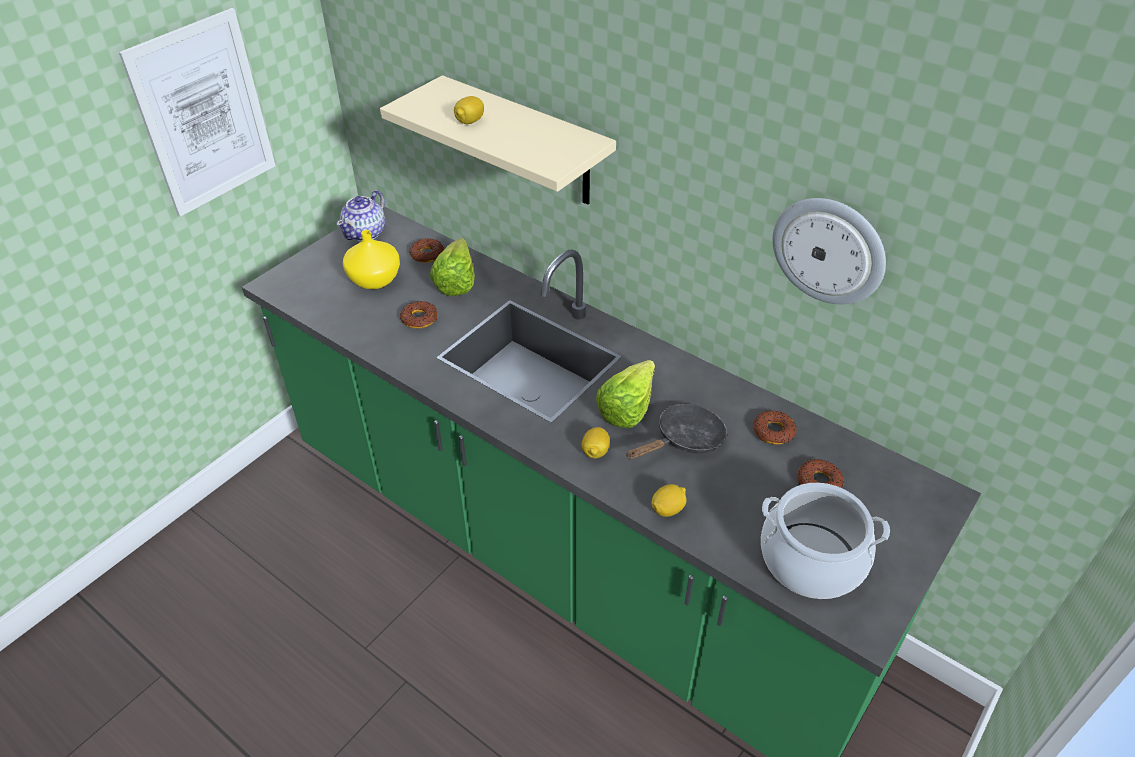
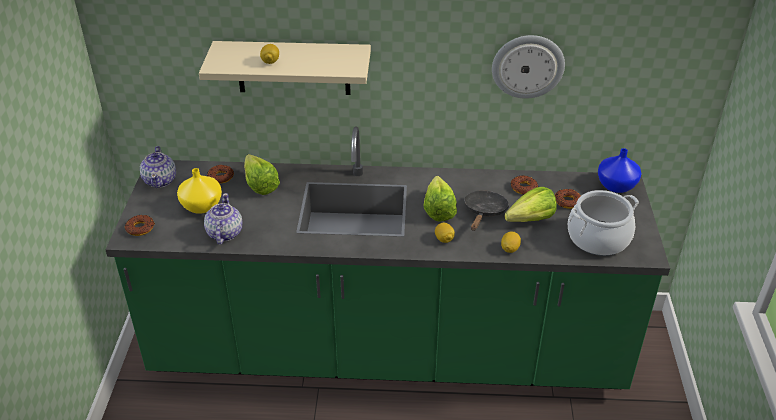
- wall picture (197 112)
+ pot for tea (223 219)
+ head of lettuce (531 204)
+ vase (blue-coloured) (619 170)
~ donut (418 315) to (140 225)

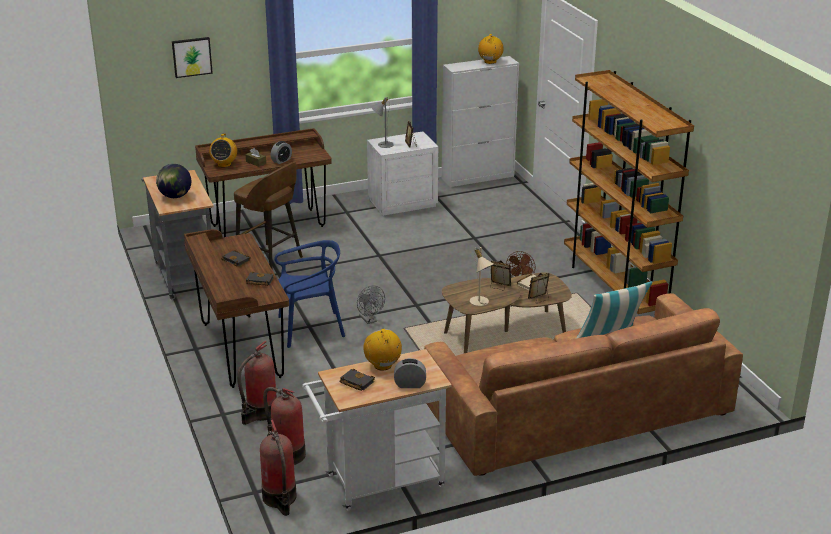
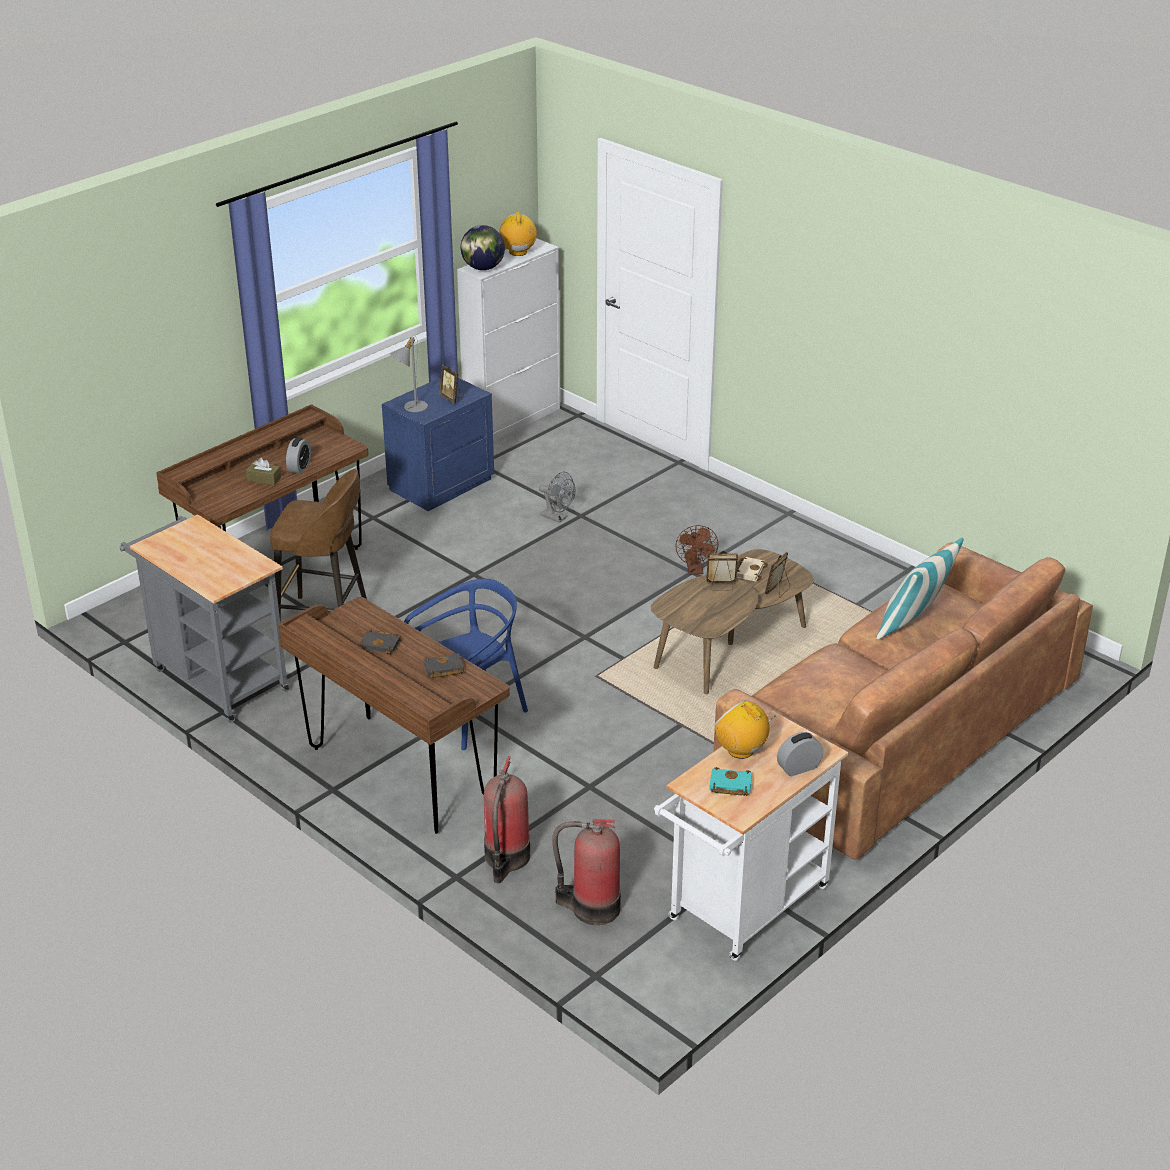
- wall picture (192 57)
- radio (223 150)
- fire extinguisher (278 468)
- lamp for a table (sand-coloured) (482 276)
- bookshelf (brown-coloured) (629 192)
~ world globe (173 181) to (483 247)
~ fan (gray) (371 305) to (557 497)
~ bound book (blackish) (357 380) to bound book (turquoise-coloured) (730 781)
~ night table (white-coloured) (402 173) to night table (blue-coloured) (438 444)

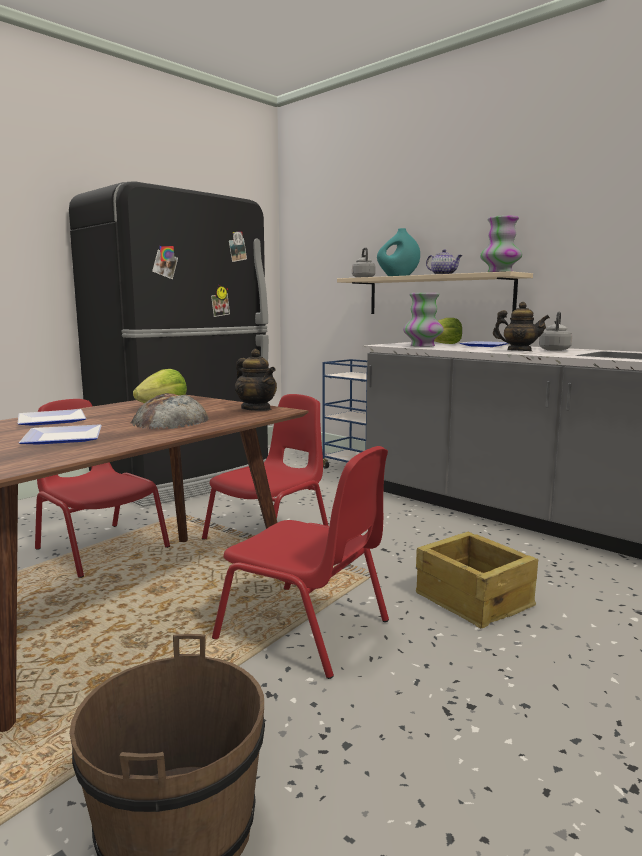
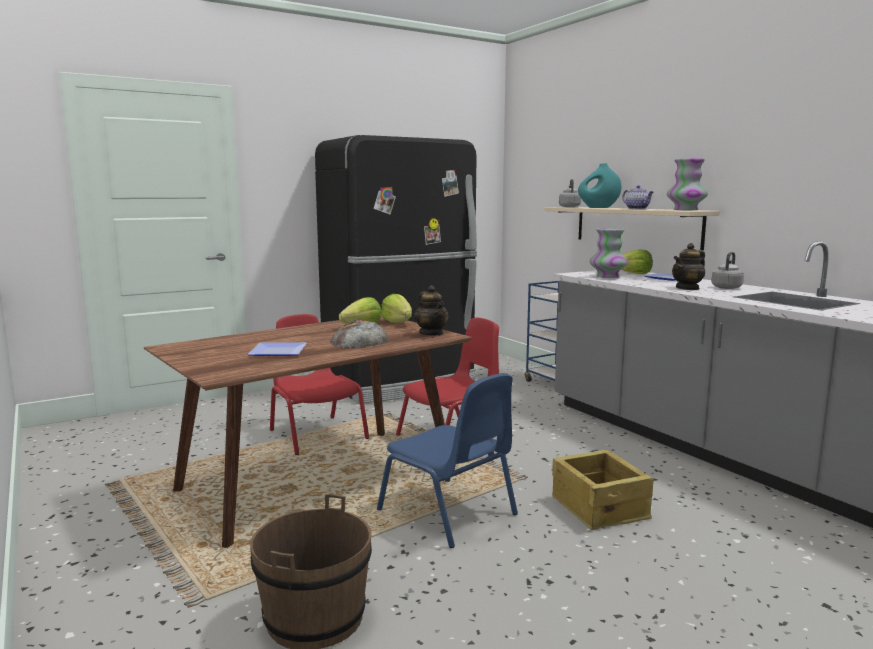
- flat dish (52 417)
+ head of lettuce (396 308)
~ upright chair (red-coloured) (300 562) to upright chair (blue-coloured) (447 460)
~ pot for tea (521 326) = (688 266) 105 degrees clockwise

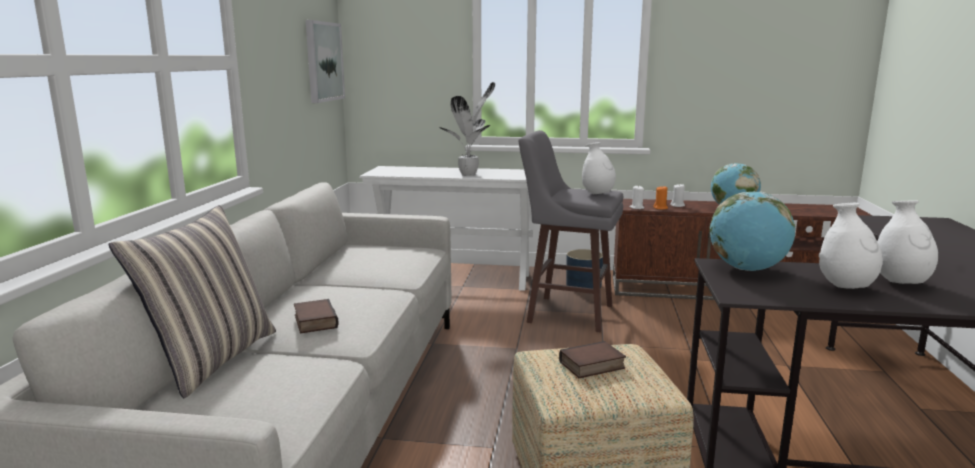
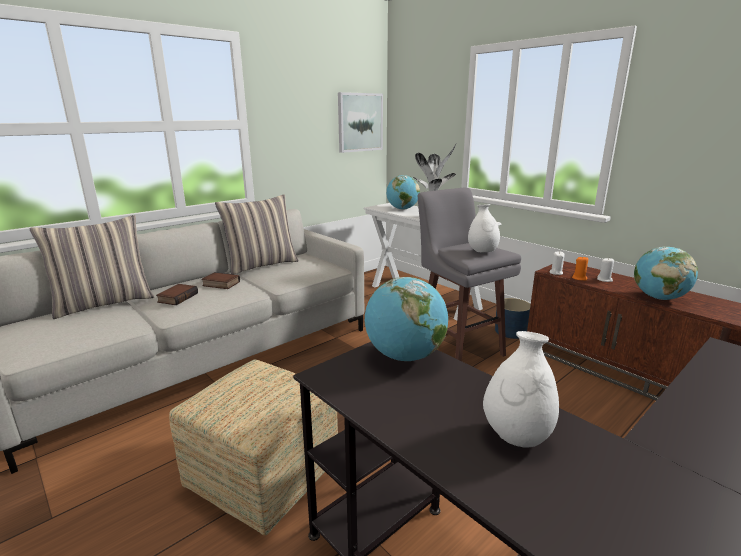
- vase (white-coloured) (851 246)
+ cushion (257 234)
+ world globe (403 192)
~ bound book (592 359) to (220 280)

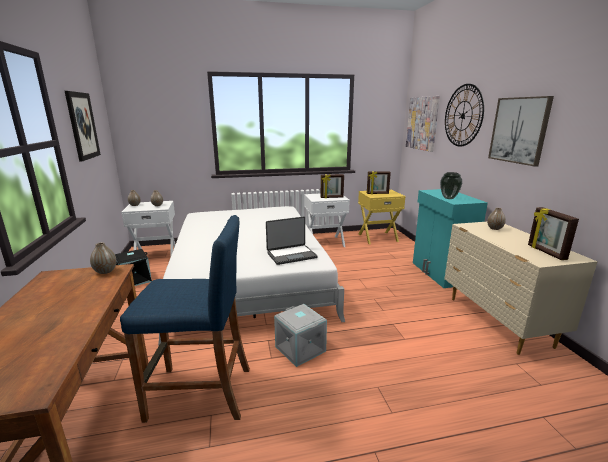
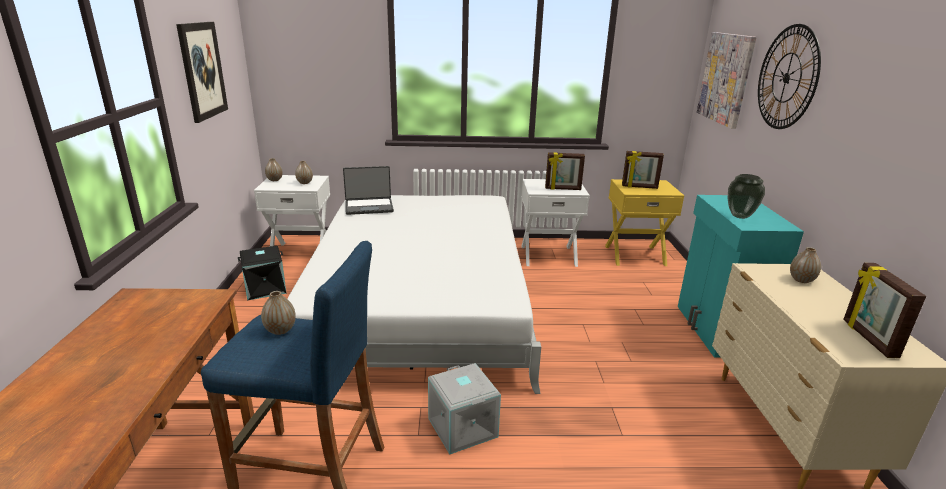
- wall picture (521 131)
~ vase (103 258) to (278 313)
~ portable computer (292 241) to (368 190)

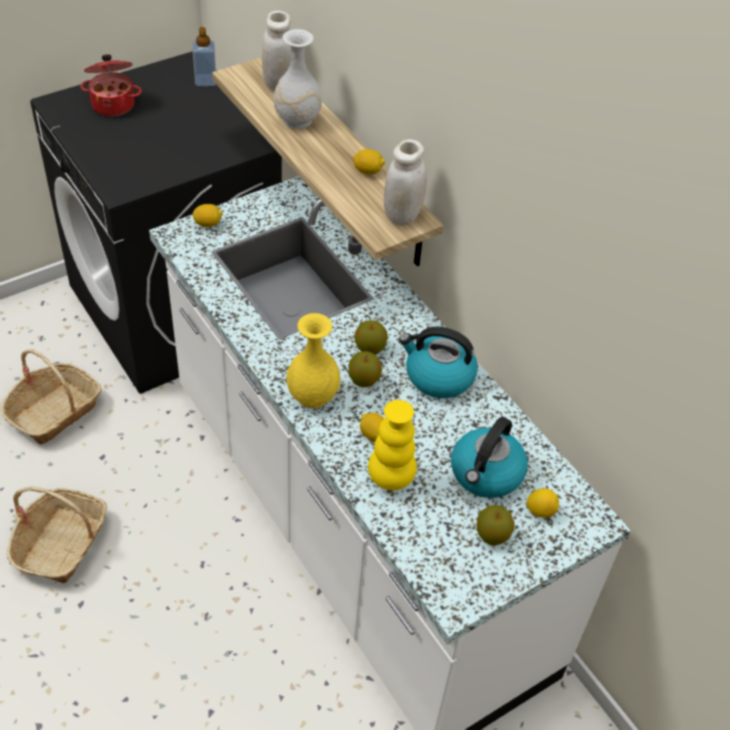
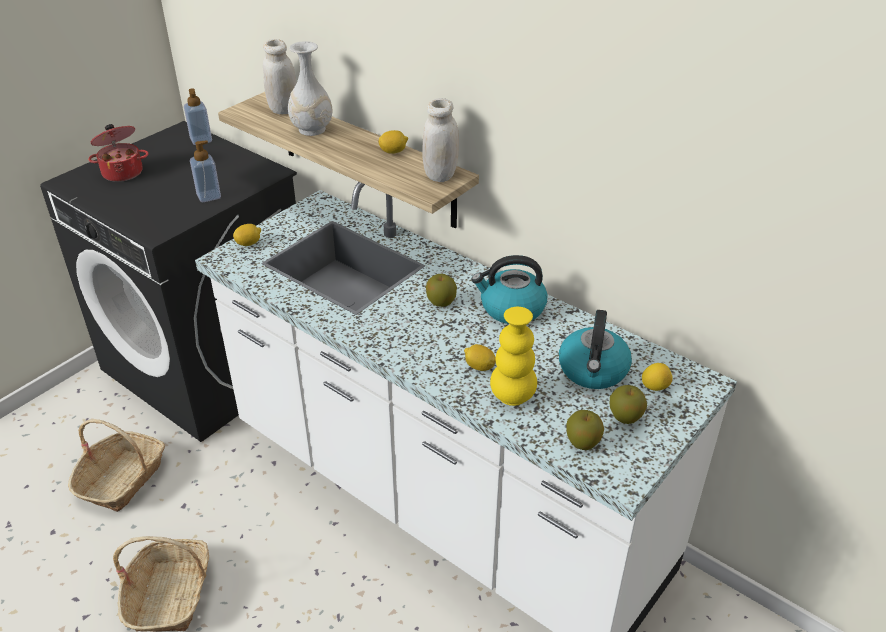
- vase (yellow-coloured) (313 360)
+ soap dispenser (205 171)
~ apple fruit (365 369) to (585 430)

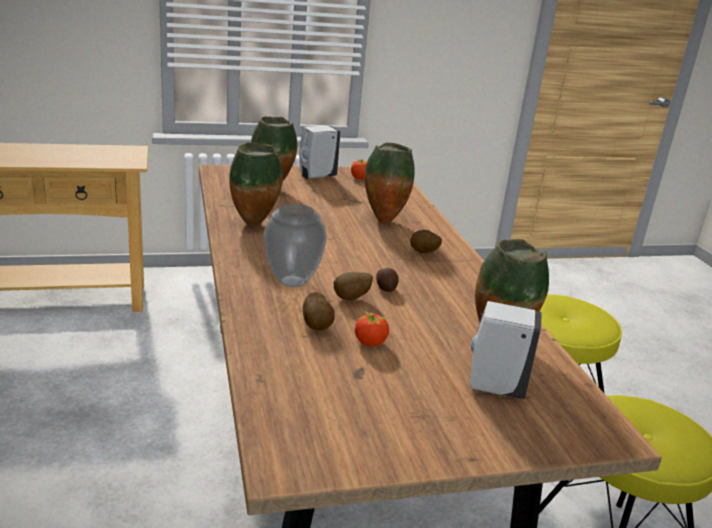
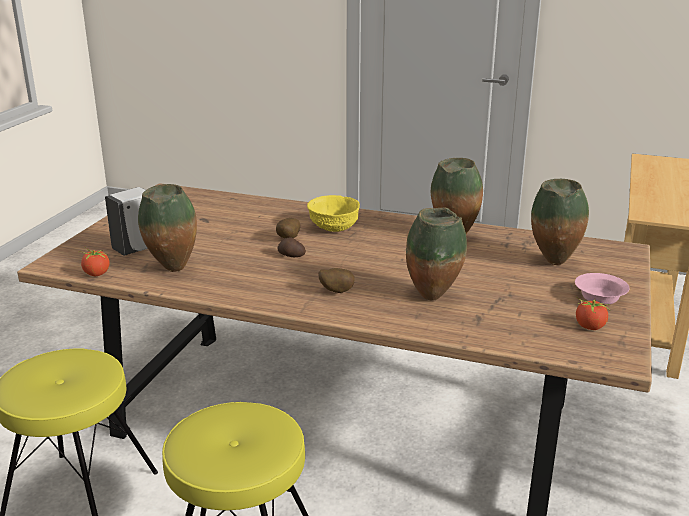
- potato (318 311)
~ fresh tomato (372 328) to (94 261)
~ vase (295 245) to bowl (yellow-coloured) (333 213)
~ soap dispenser (white-coloured) (320 152) to bowl (pinkish) (602 289)

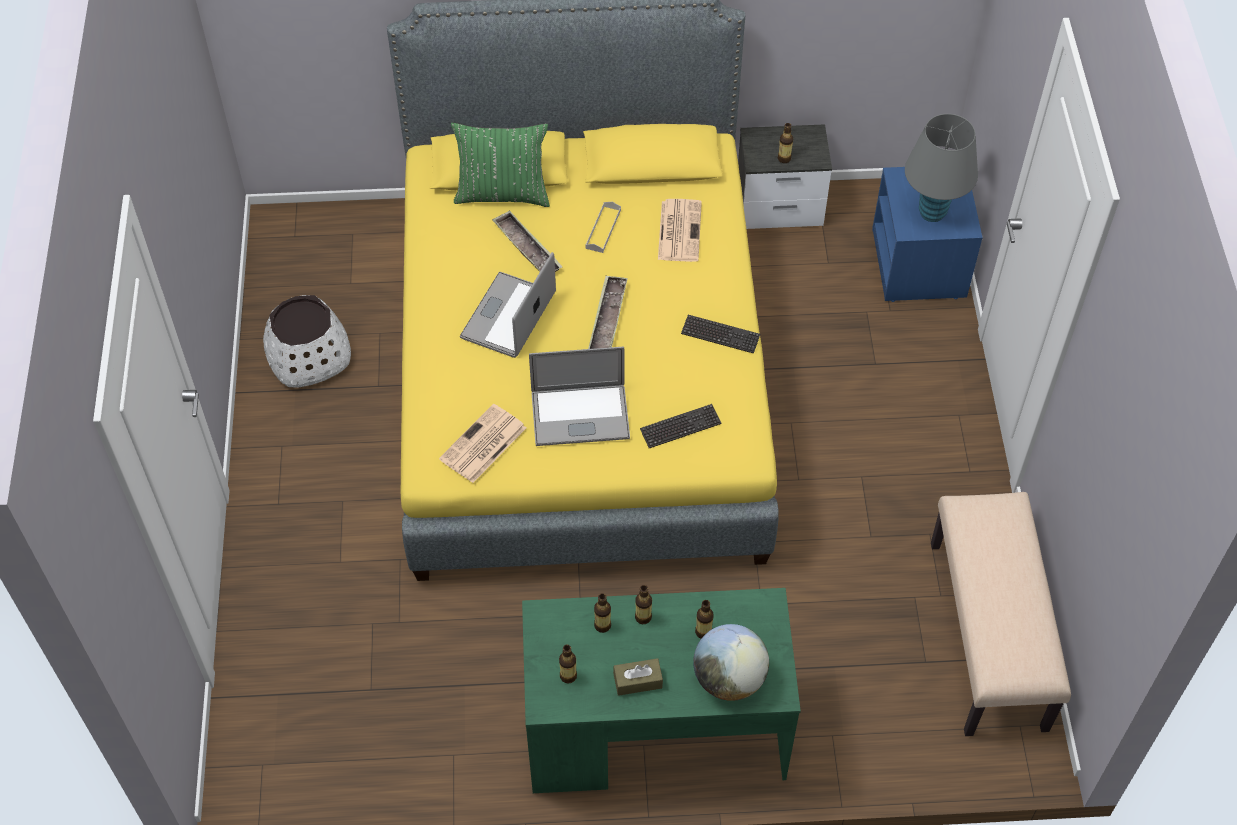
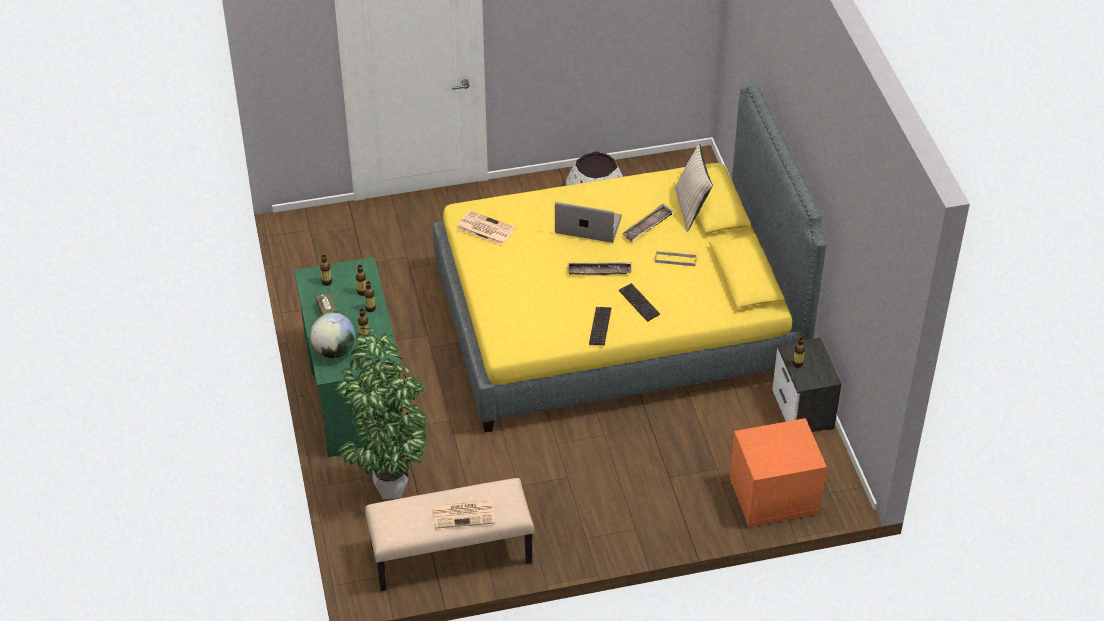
- portable computer (579 396)
- lamp for a table (gray) (941 168)
+ plant in a pot (381 413)
~ PC keyboard (680 426) to (639 302)
~ daily paper (680 230) to (464 514)
~ cushion (green-coloured) (500 164) to cushion (sand-coloured) (694 188)
~ night table (blue-coloured) (927 234) to night table (orangey) (778 472)

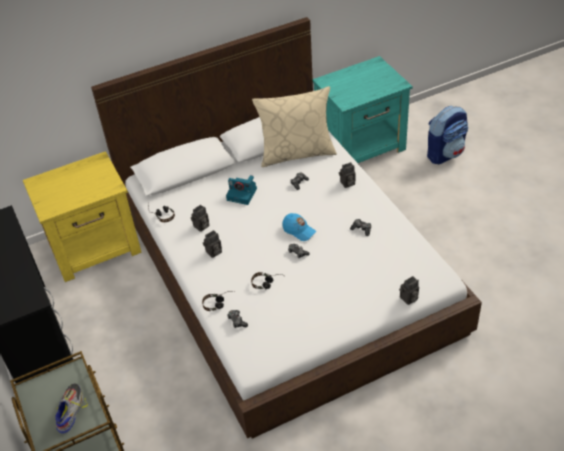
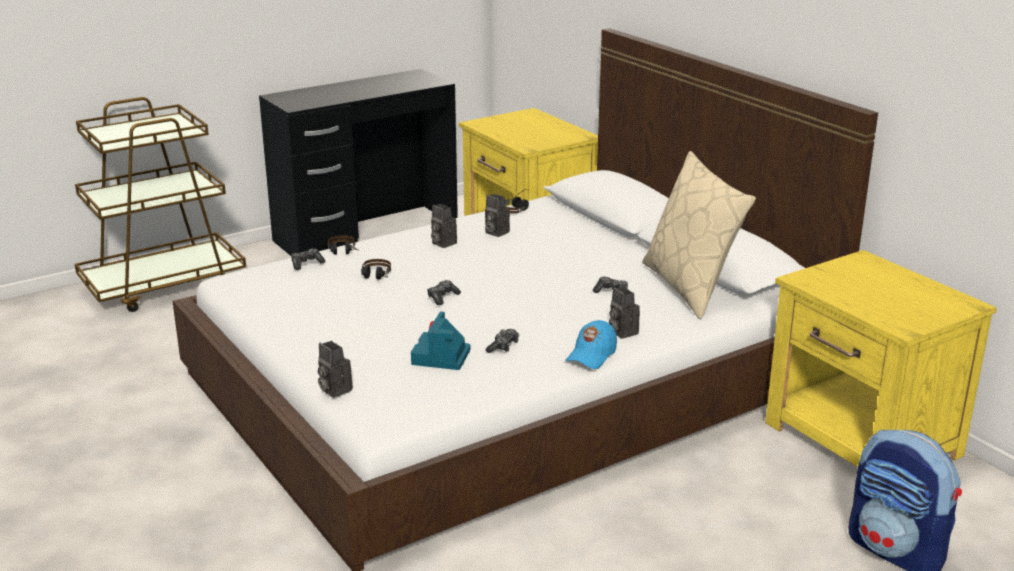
- item of footwear (71 408)
~ still camera (241 190) to (441 340)
~ cap (blue-coloured) (299 227) to (591 344)
~ night table (turquoise-coloured) (363 109) to night table (yellow-coloured) (881 358)

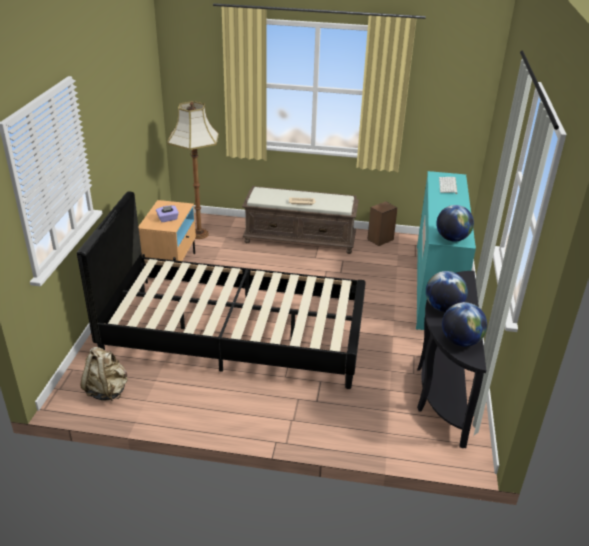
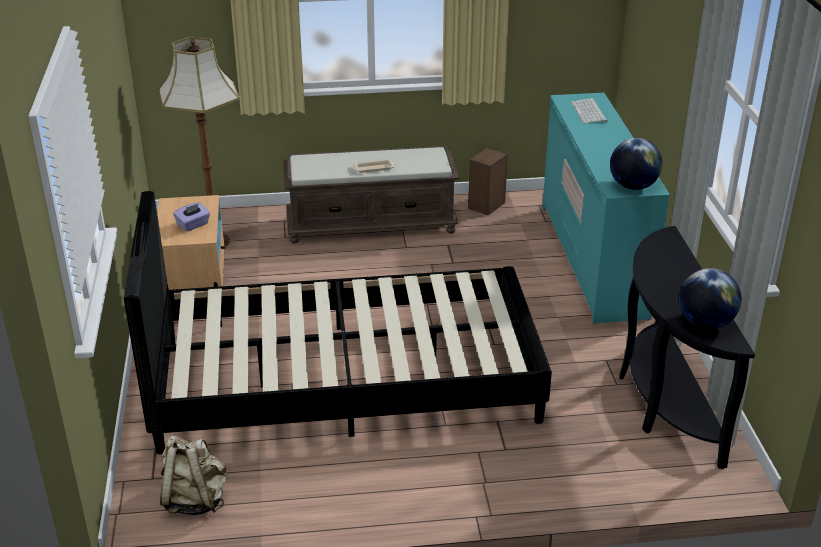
- world globe (447 291)

